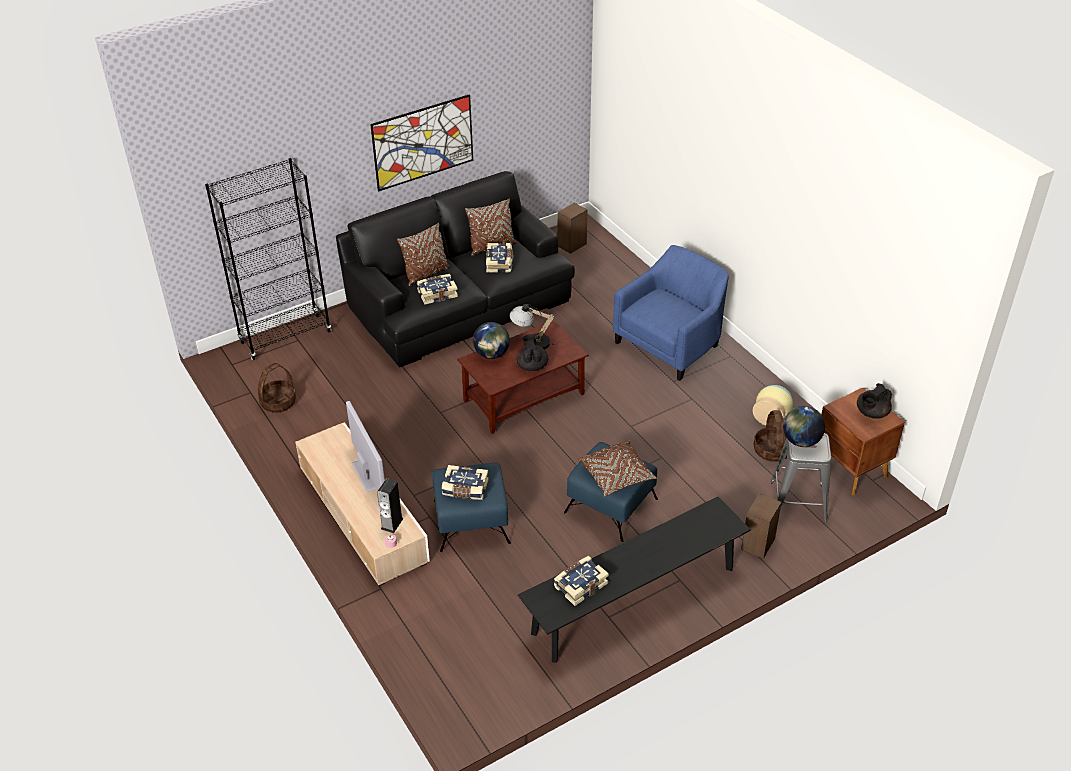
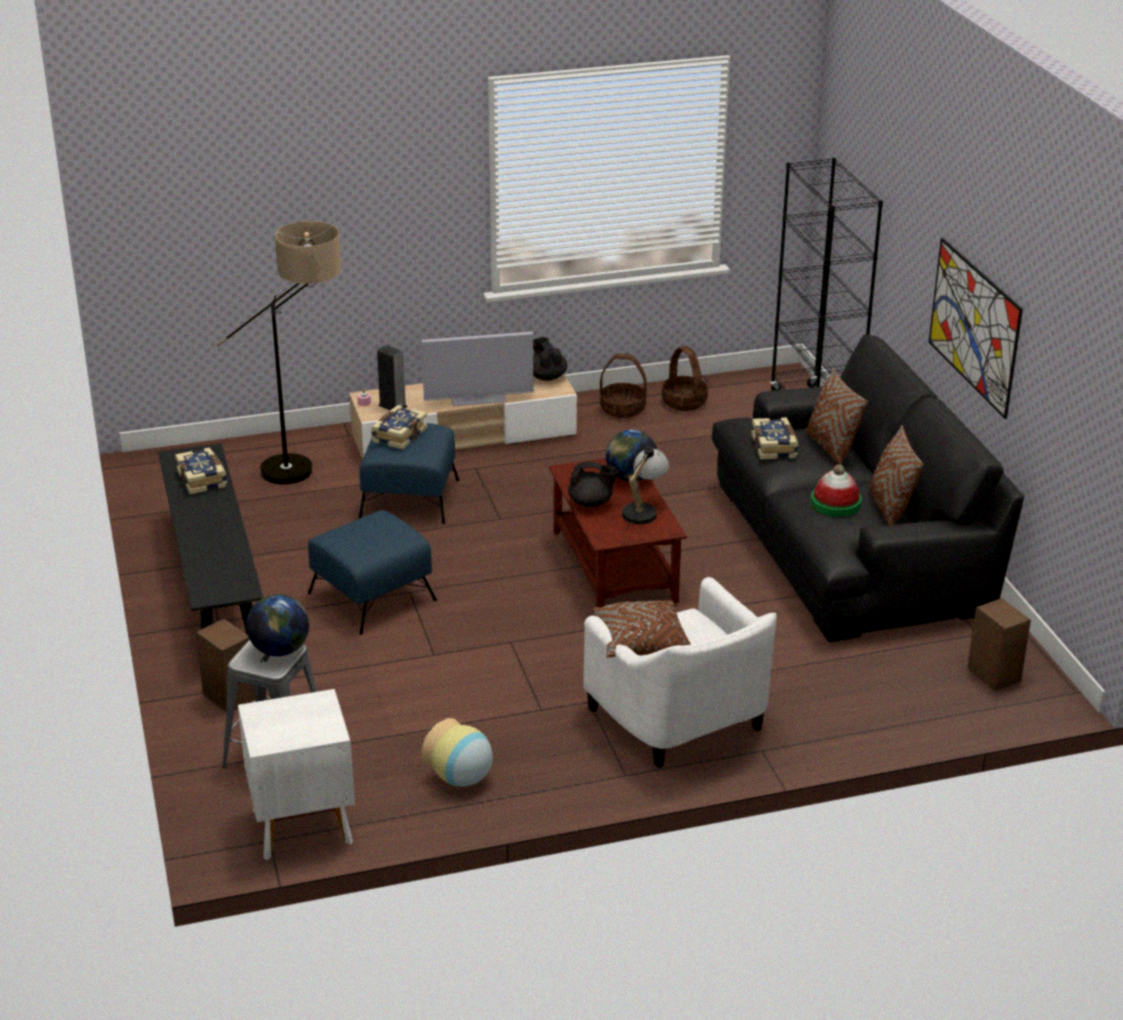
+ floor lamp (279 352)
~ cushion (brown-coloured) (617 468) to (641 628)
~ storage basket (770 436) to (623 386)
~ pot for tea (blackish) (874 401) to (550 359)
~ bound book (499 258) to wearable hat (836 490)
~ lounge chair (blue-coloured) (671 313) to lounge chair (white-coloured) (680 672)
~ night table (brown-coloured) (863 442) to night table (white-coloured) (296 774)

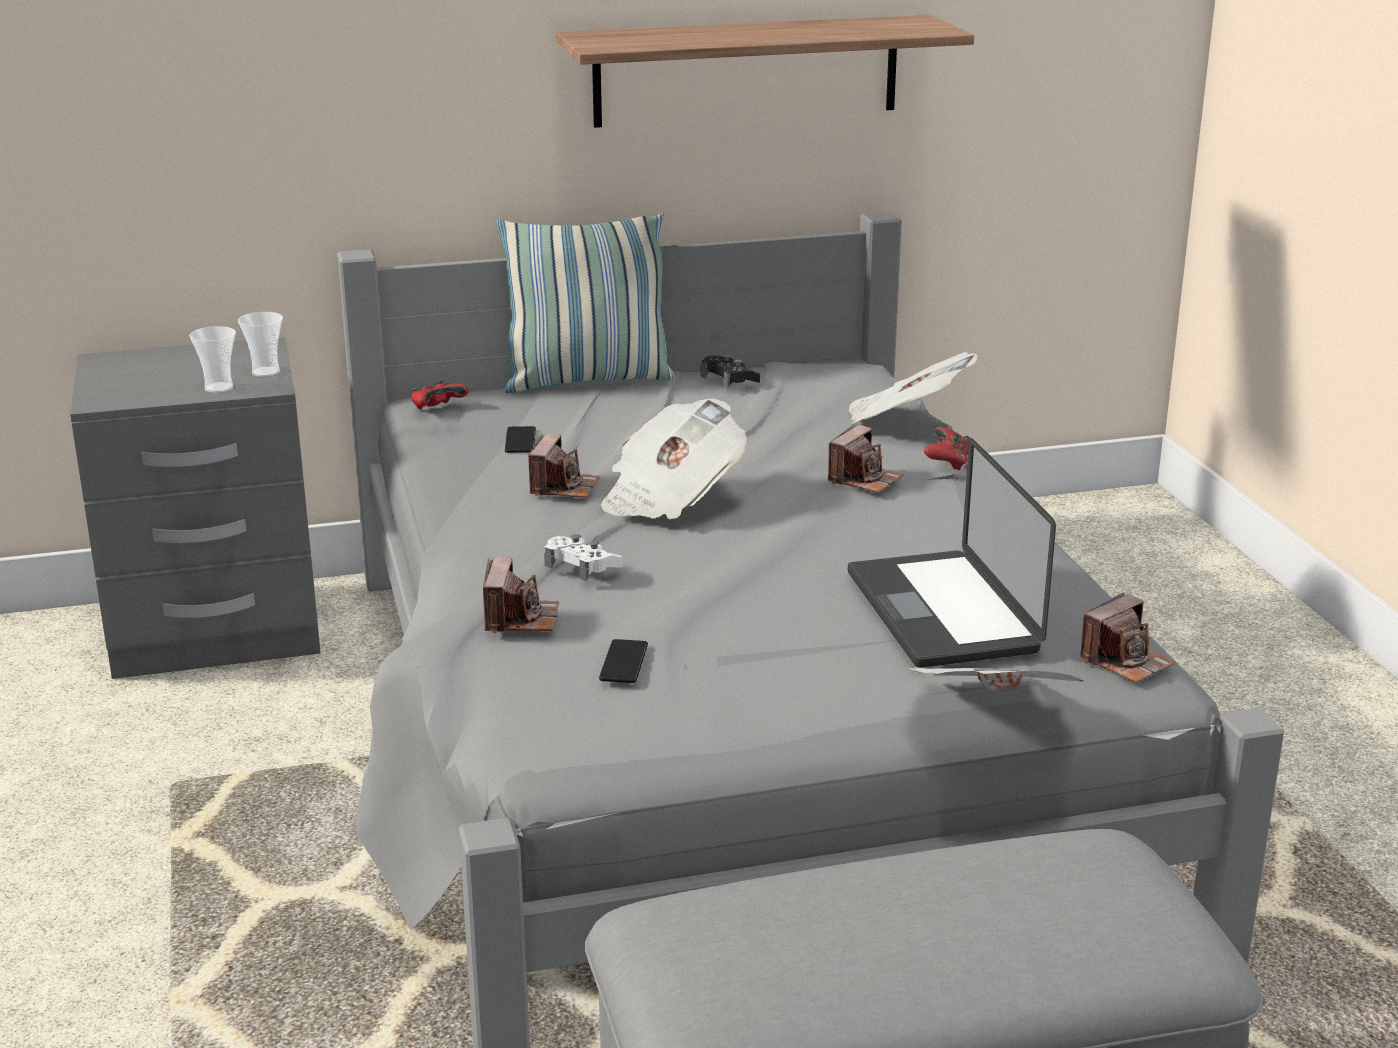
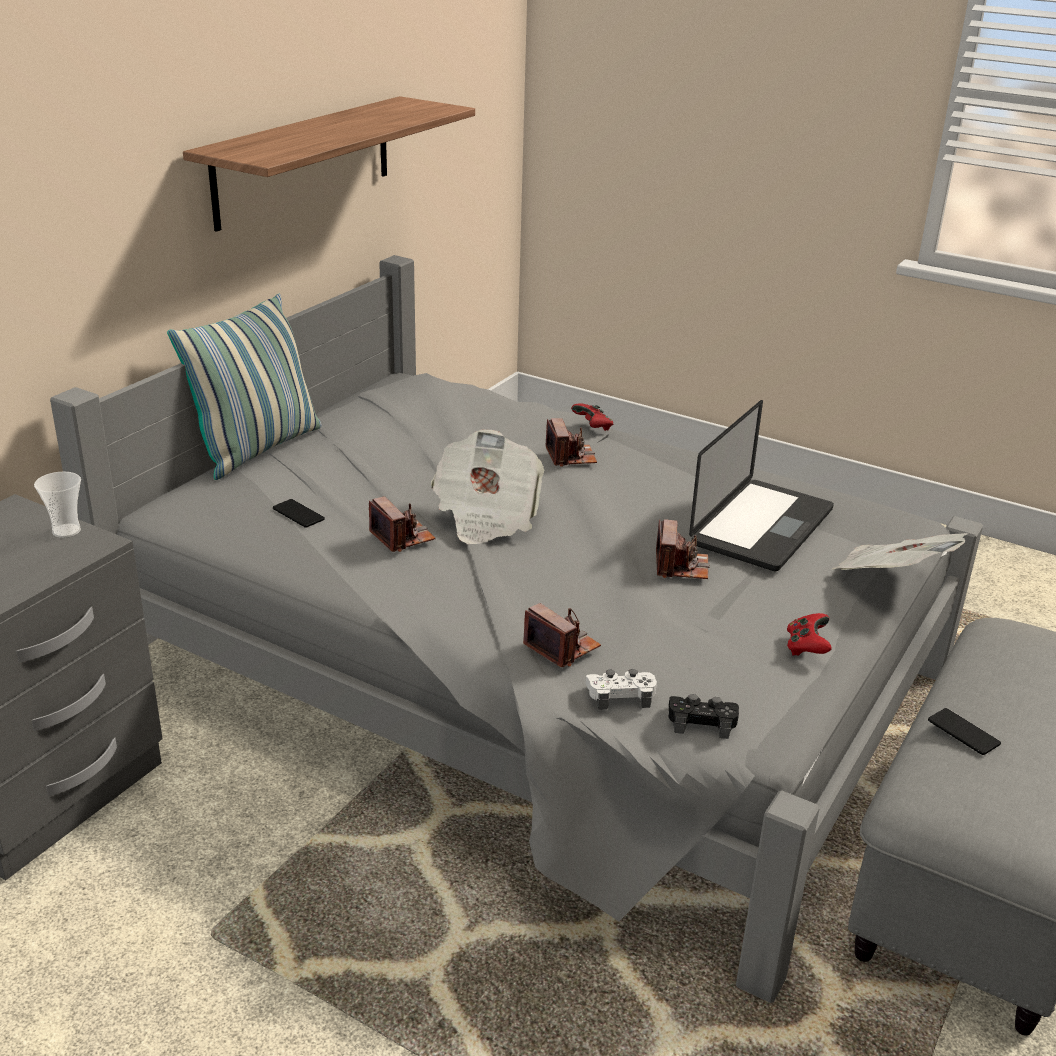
- small cup (212 359)
- daily paper (913 388)
~ game controller (red-coloured) (440 395) to (809 634)
~ game controller (white-coloured) (583 557) to (621 689)
~ phone (623 661) to (964 731)
~ game controller (blackish) (730 371) to (703 716)
~ still camera (1128 637) to (683 549)
~ portable computer (952 553) = (761 485) 90 degrees counterclockwise

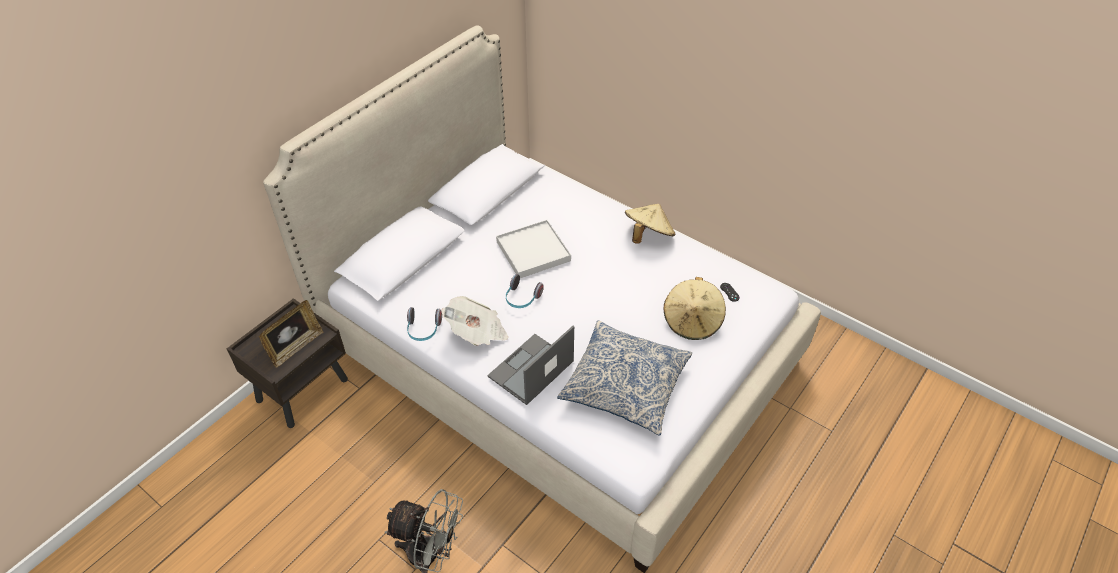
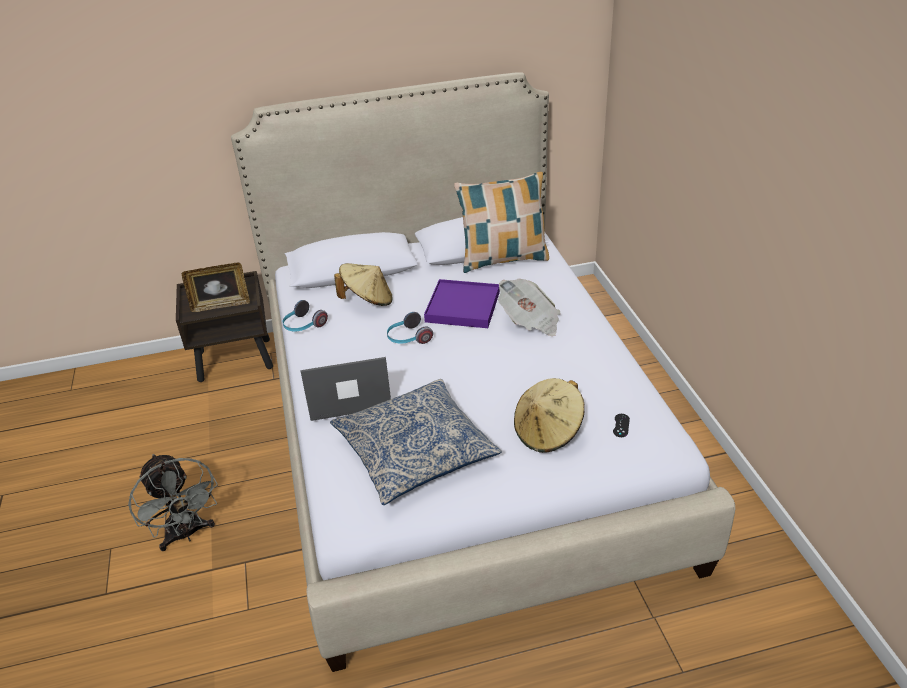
+ cushion (501 222)
~ daily paper (474 320) to (529 307)
~ wearable hat (sand-coloured) (650 224) to (363 284)
~ carrying tray (white-coloured) (533 249) to carrying tray (purplish) (462 303)

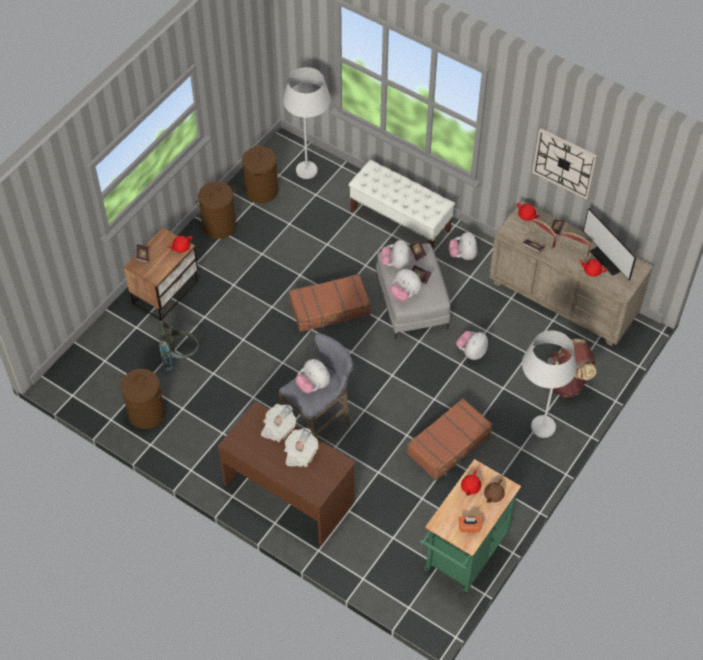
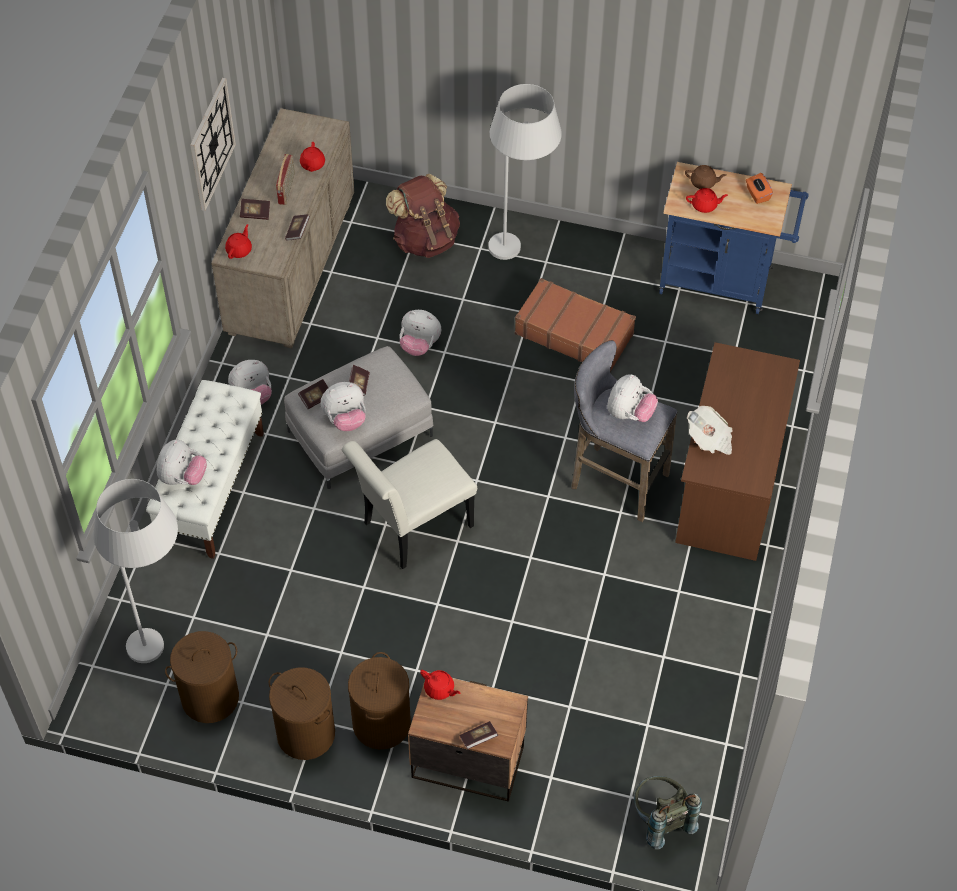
- daily paper (301 447)
- radio (543 234)
- computer screen (609 244)
~ hamper (brown-coloured) (142 399) to (379 700)
~ knapsack (gray) (179 345) to (668 813)
~ cuddly toy (406 285) to (182 462)
~ travel case (brown-coloured) (329 303) to upright chair (white-coloured) (409 504)
~ trolley (green-coloured) (470 526) to trolley (blue-coloured) (734 238)

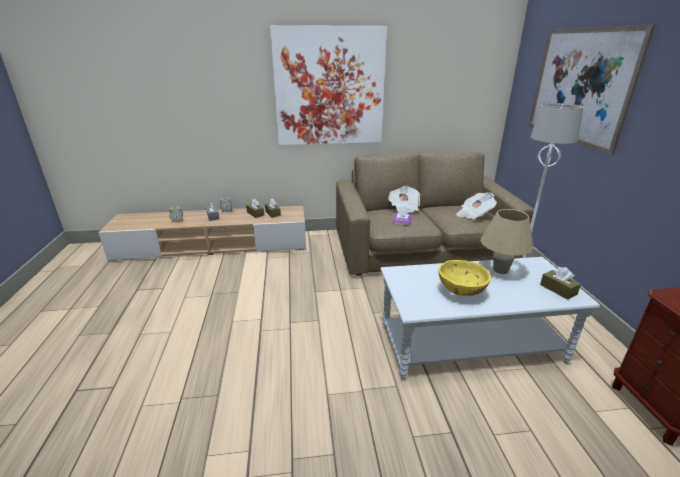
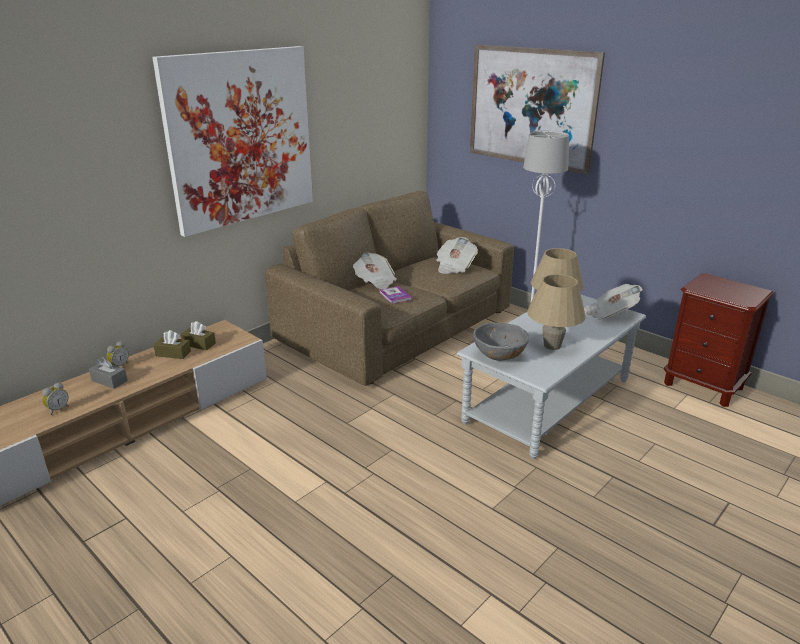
+ bowl (gray) (501 342)
~ bowl (yellow-coloured) (464 278) to lamp for a table (sand-coloured) (556 312)
~ tissue holder (brown-coloured) (560 283) to daily paper (613 302)

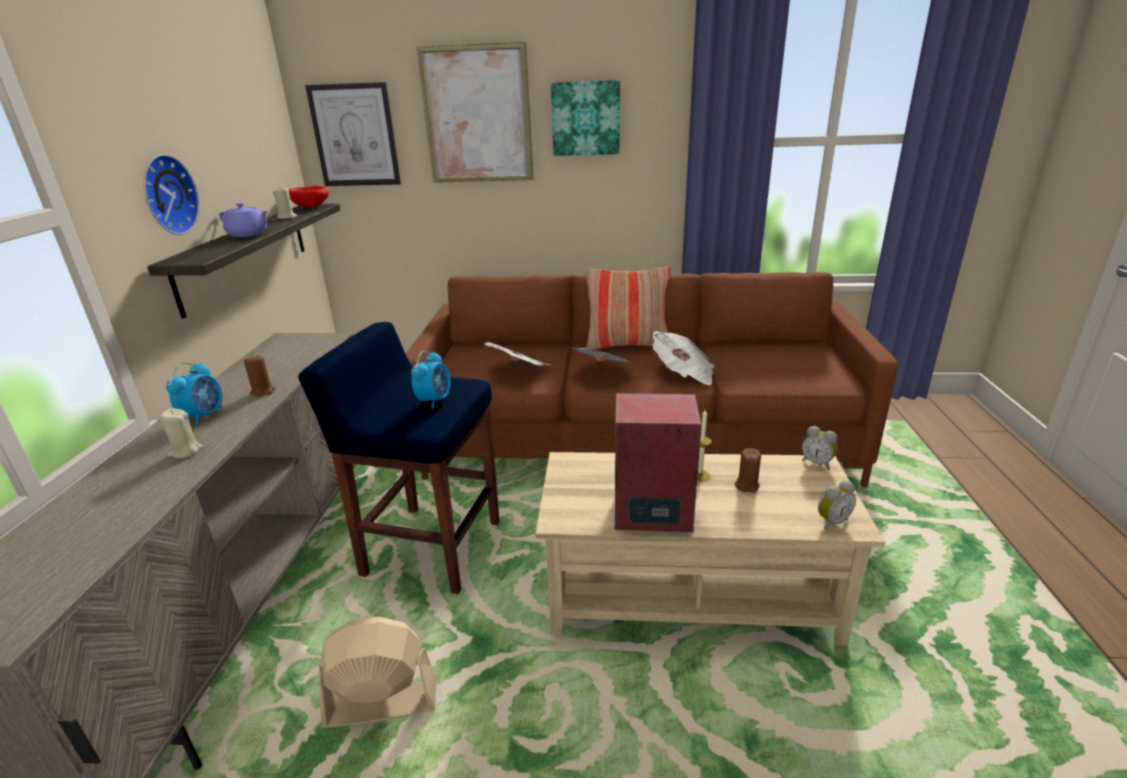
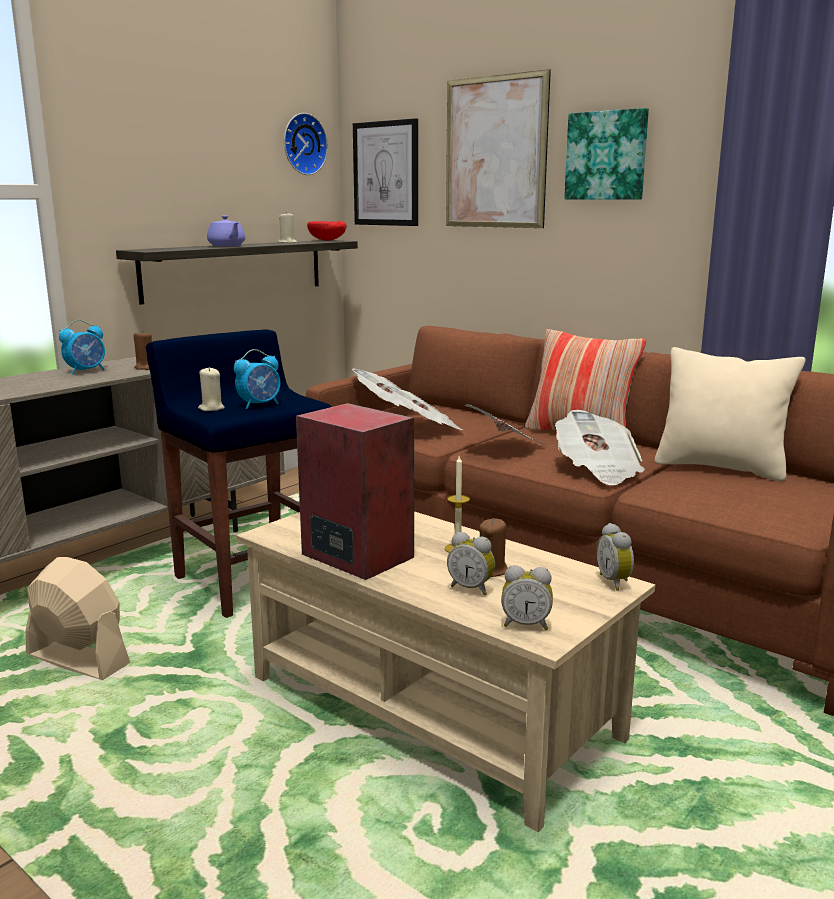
+ daily paper (384 390)
+ bedside clock (471 564)
+ cushion (sand-coloured) (729 414)
~ wall clock (171 194) to (306 144)
~ candle (sand-coloured) (181 433) to (211 389)

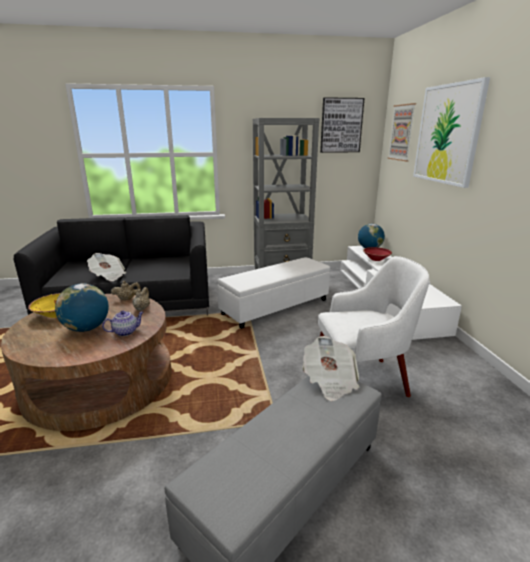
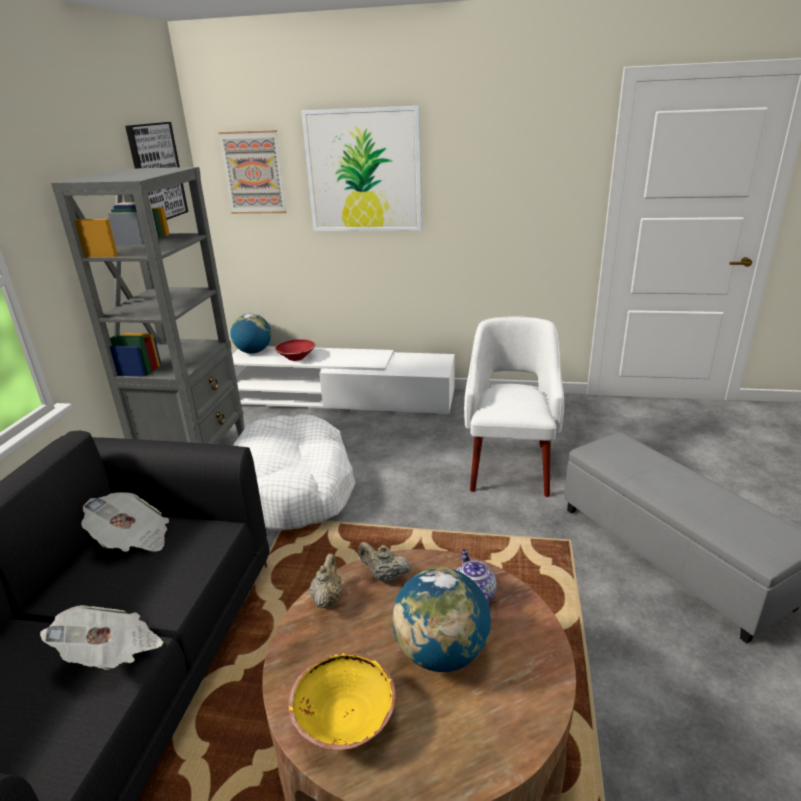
~ daily paper (330 368) to (125 522)
~ ottoman (white-coloured) (273 293) to pet bed (white-coloured) (294 472)

